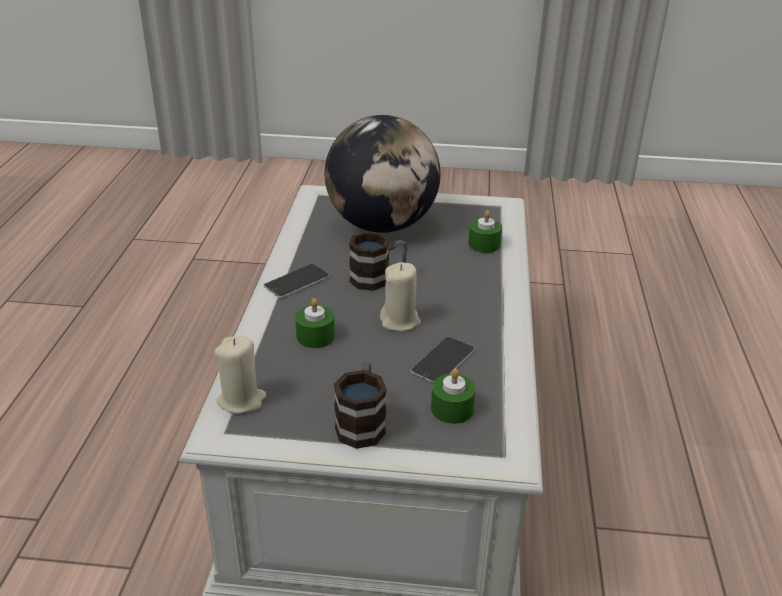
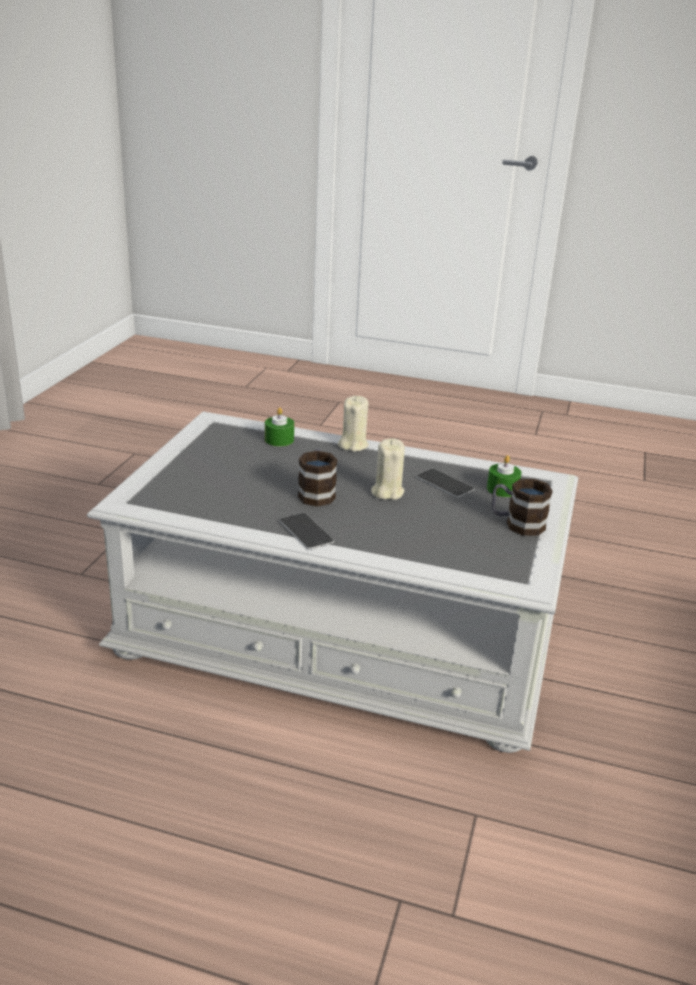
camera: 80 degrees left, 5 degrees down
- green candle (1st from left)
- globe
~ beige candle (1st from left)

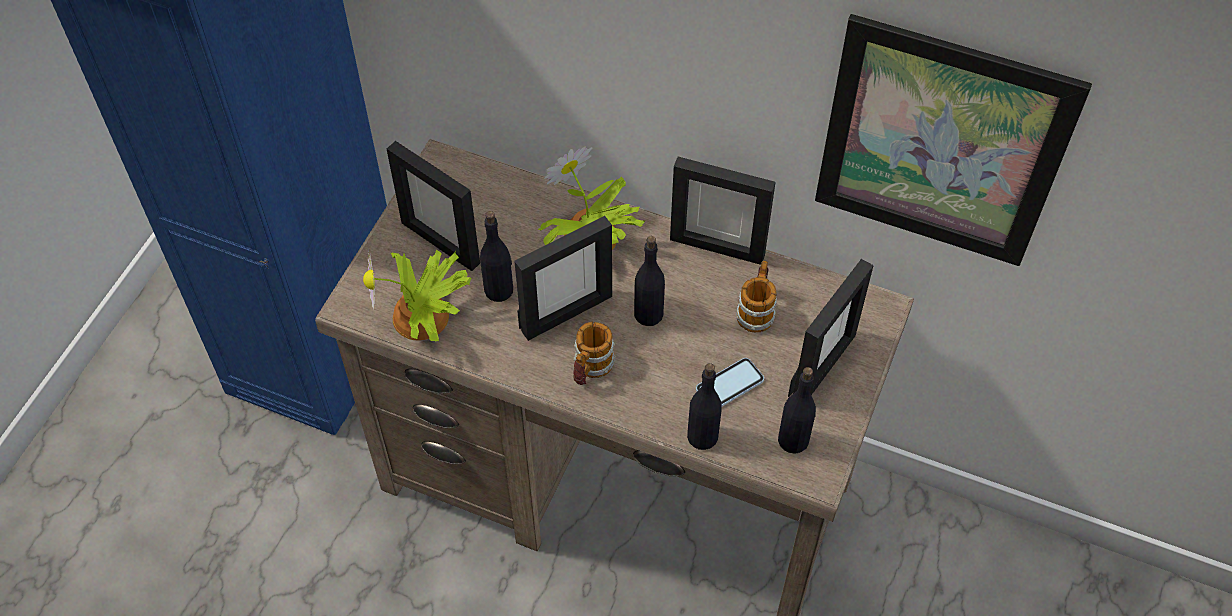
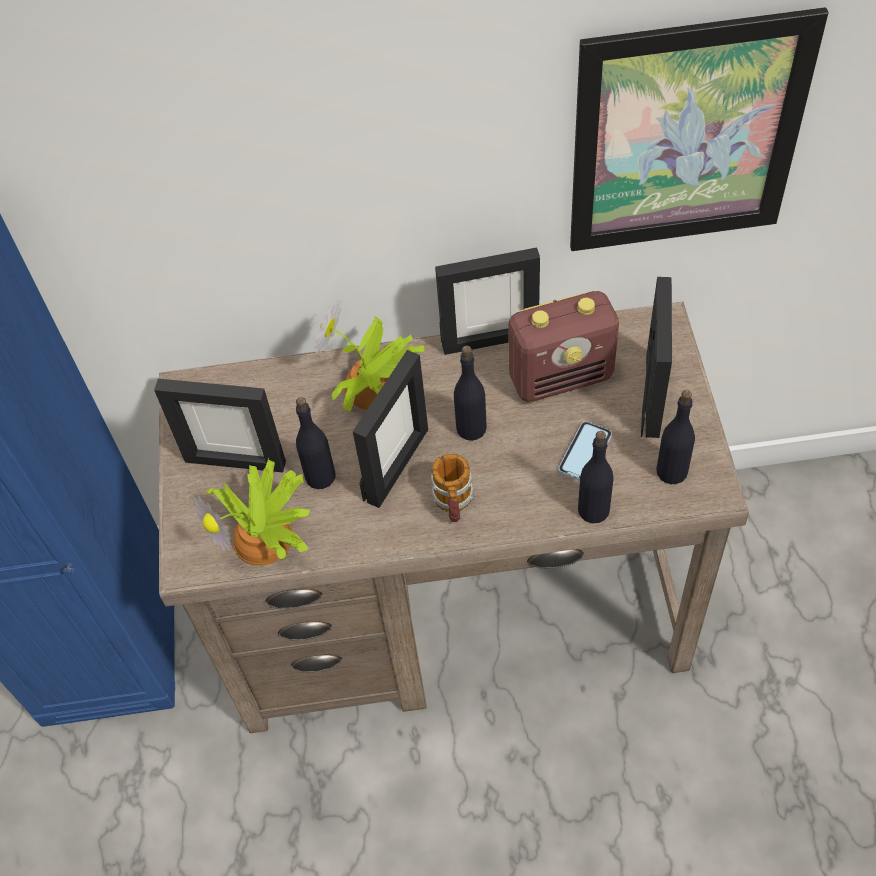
camera: 25 degrees left, 0 degrees up
~ mug (2nd from left) to radio set

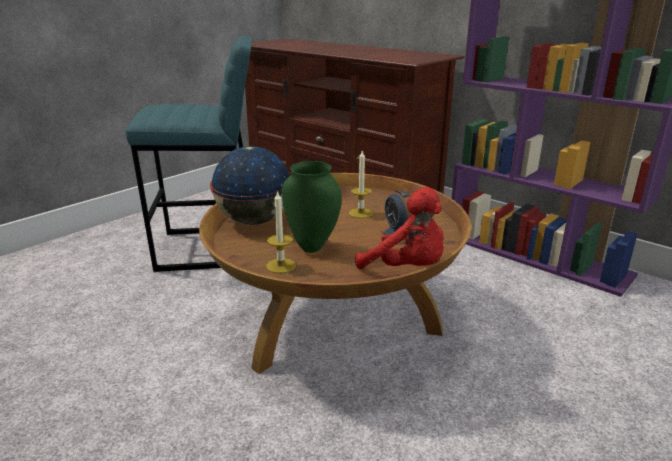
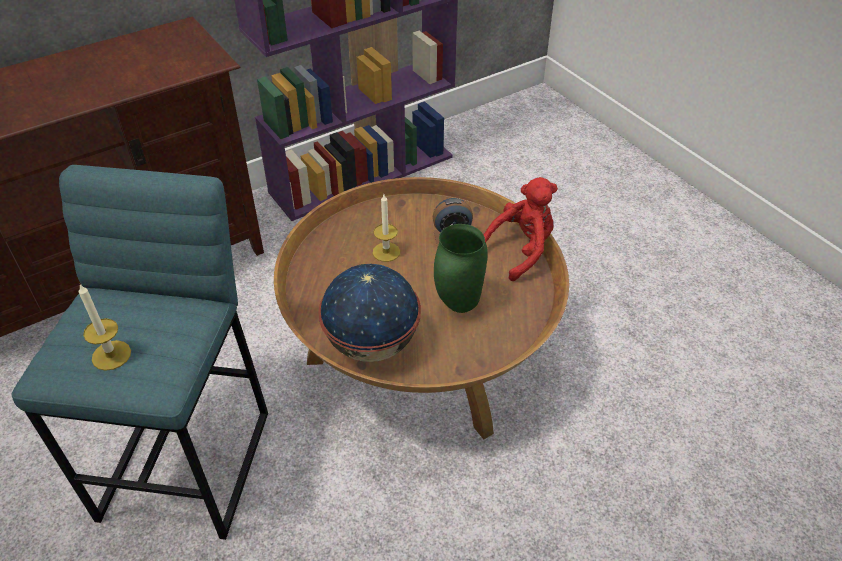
camera: 75 degrees left, 20 degrees up
~ candle (1st from left)

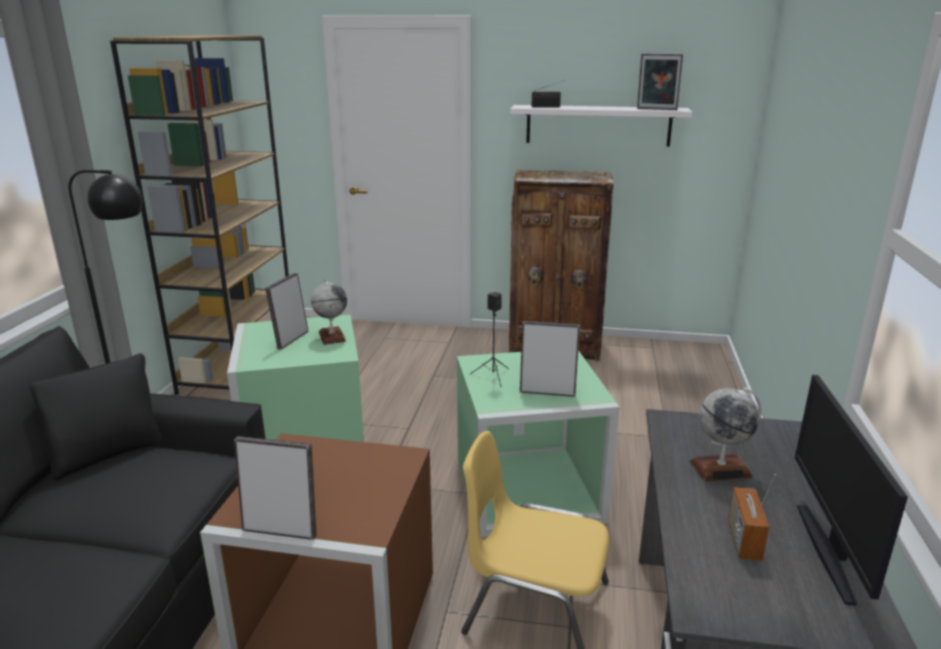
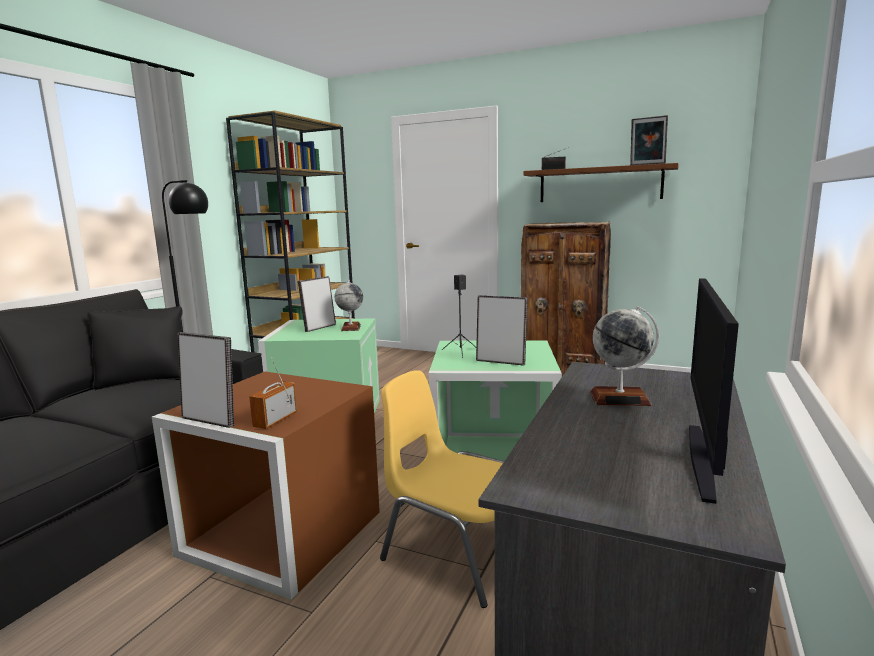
camera: 15 degrees right, 10 degrees down
~ radio set (2nd from left in the first image) to radio set (1st from left)
~ white-coloured wall shelf to brown-coloured wall shelf

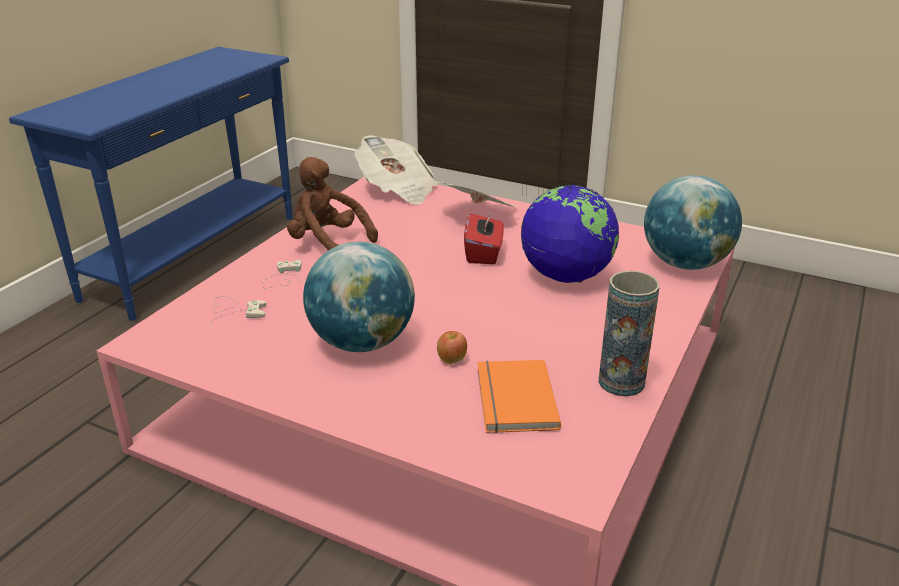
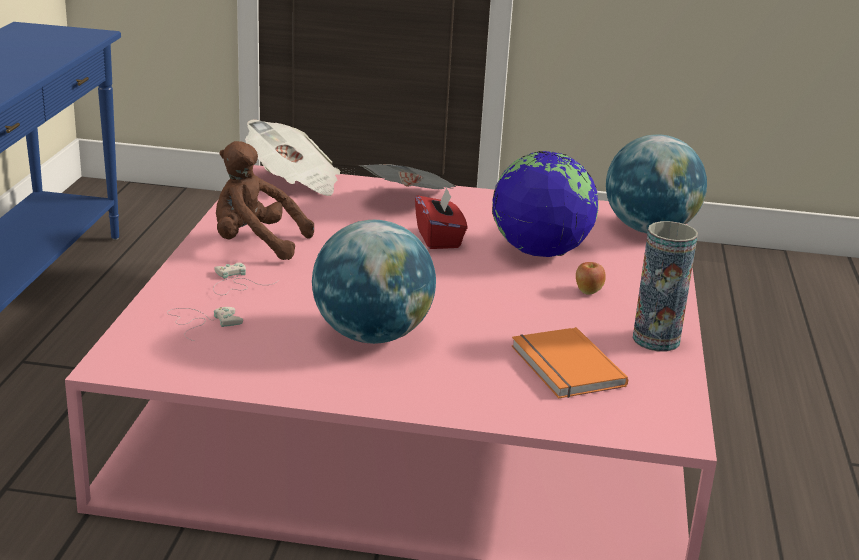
camera: 20 degrees left, 5 degrees down
~ apple fruit

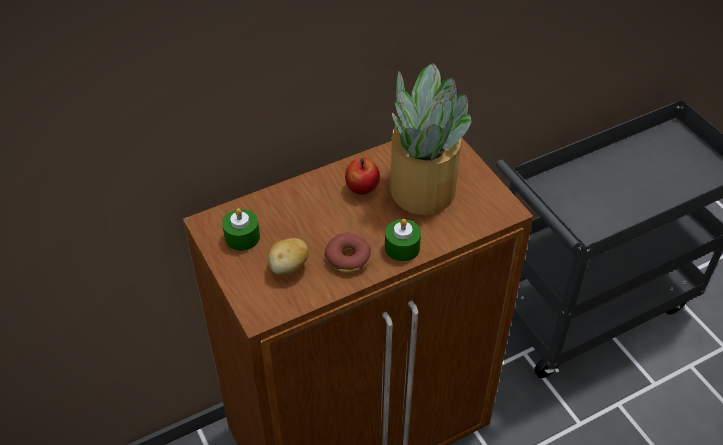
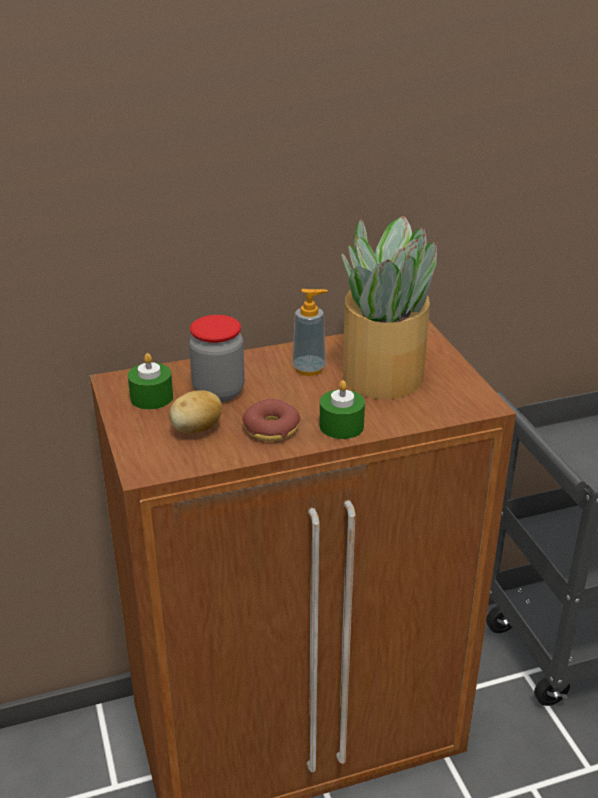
camera: 10 degrees right, 15 degrees down
+ storage jar
~ apple fruit to soap dispenser

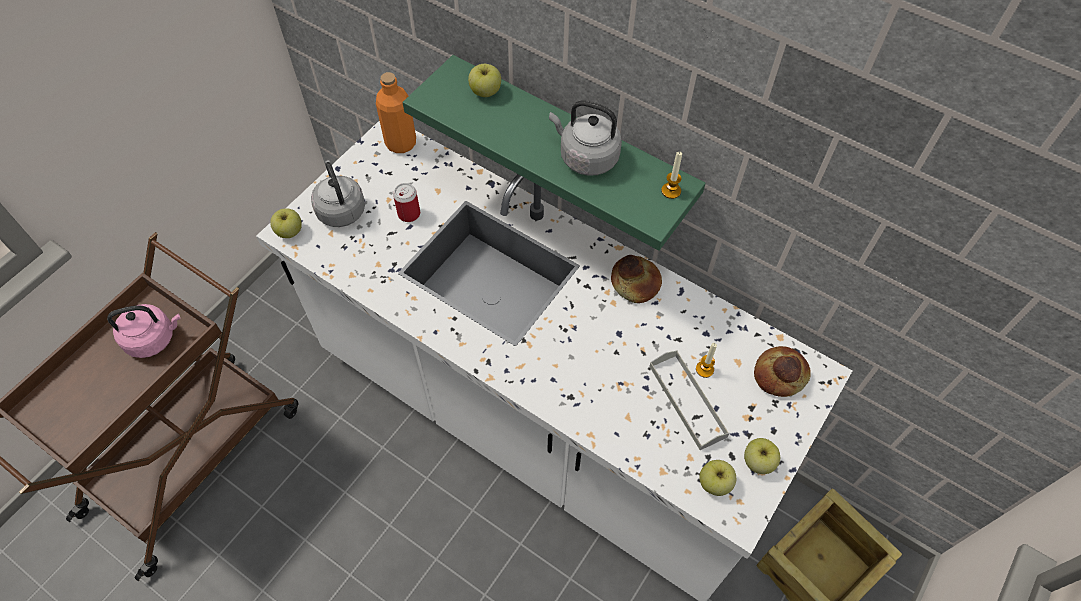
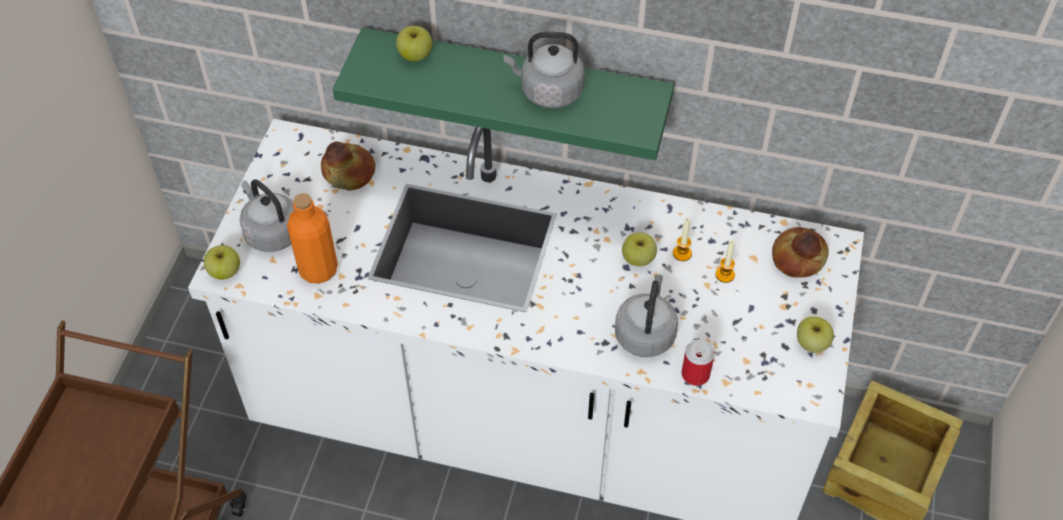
camera: 20 degrees left, 5 degrees down
- pinkish water kettle
- gray serving tray
+ gray water kettle (3rd from left)
~ orange-coloured drink bottle
~ metal can
~ bakery bread (1st from left)
~ candle (1st from left)
~ apple fruit (3rd from left)

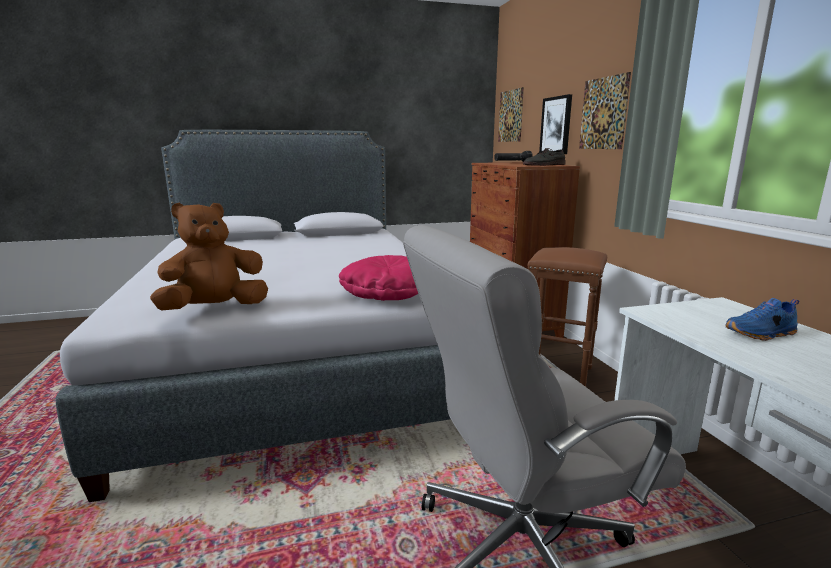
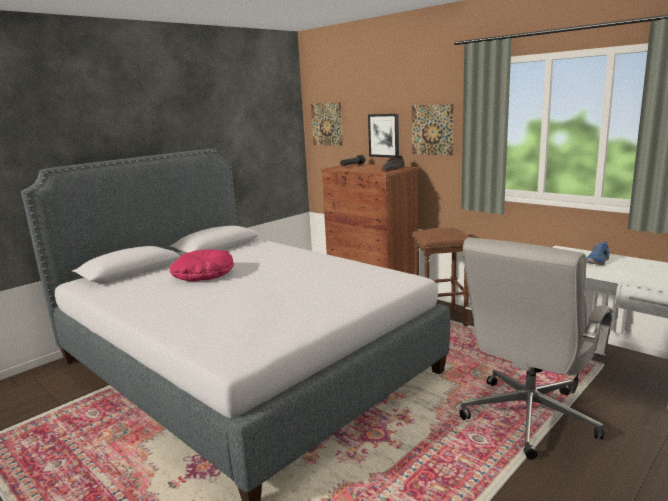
camera: 30 degrees left, 0 degrees up
- brown-coloured cuddly toy
~ pinkish cushion

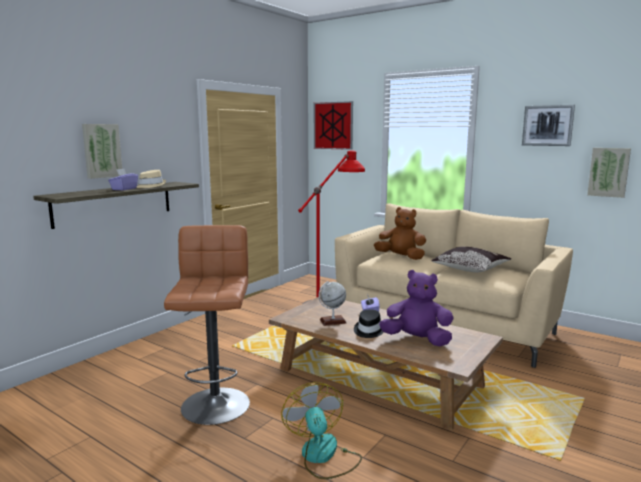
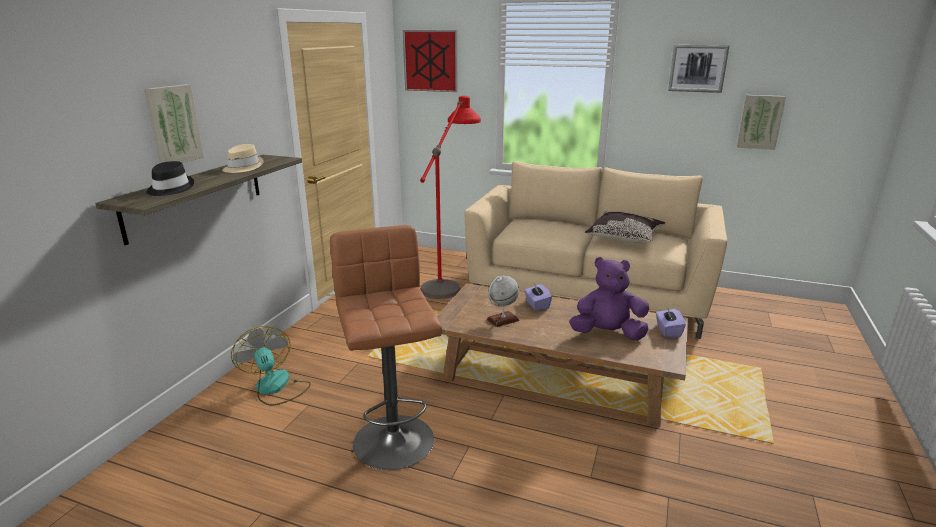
camera: 15 degrees left, 10 degrees up
- brown-coloured cuddly toy
~ purplish box of tissues (1st from left in the first image) to purplish box of tissues (2nd from left)
~ cooling fan
~ black-coloured wearable hat

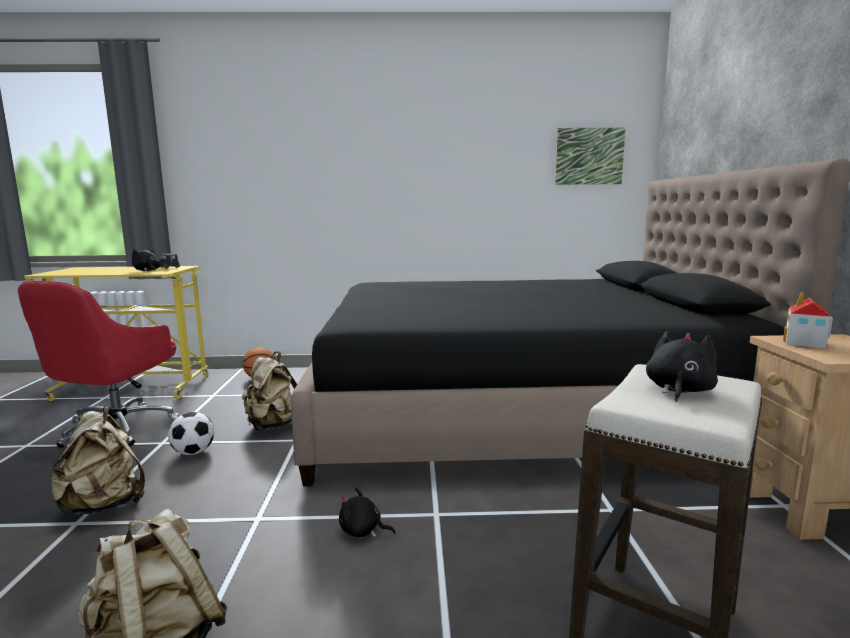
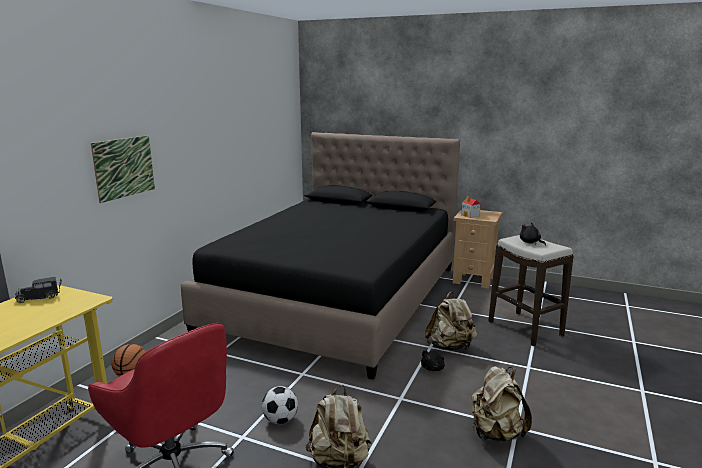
camera: 65 degrees left, 5 degrees up
- black-coloured cuddly toy (1st from left)
~ beige knapsack (3rd from left in the first image) to beige knapsack (2nd from left)
~ wall picture

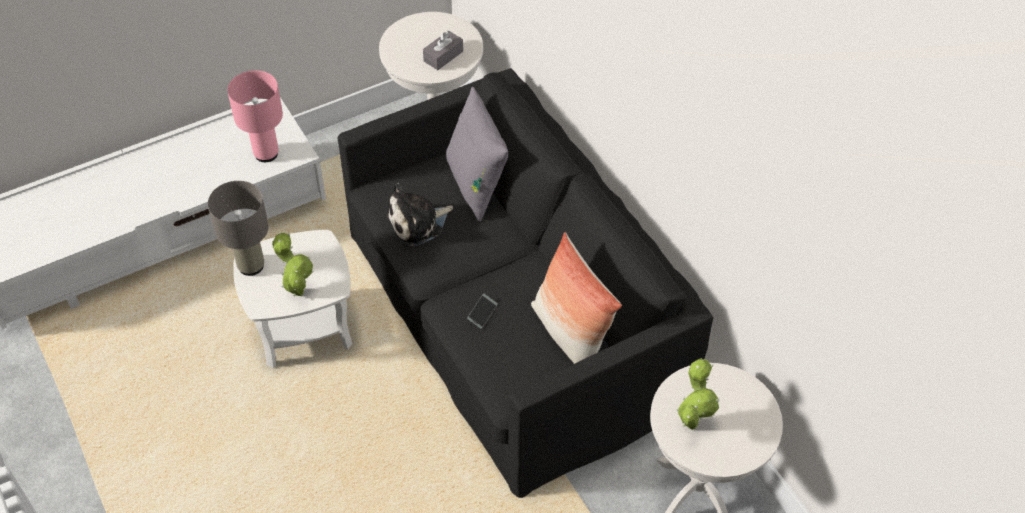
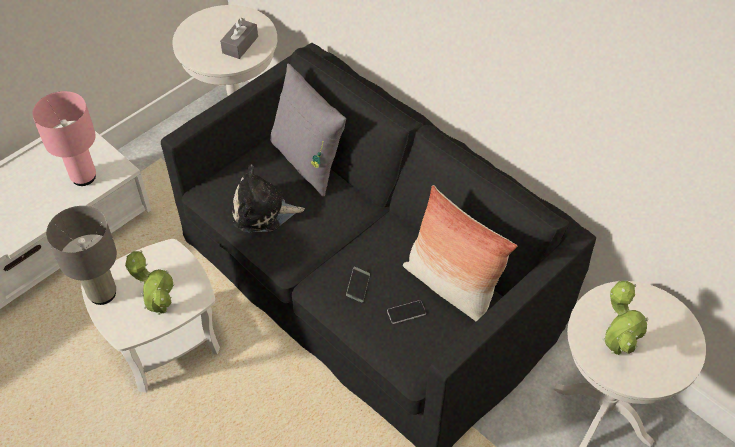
camera: 15 degrees left, 0 degrees up
+ phone (2nd from left)
~ cuddly toy 45 degrees clockwise

